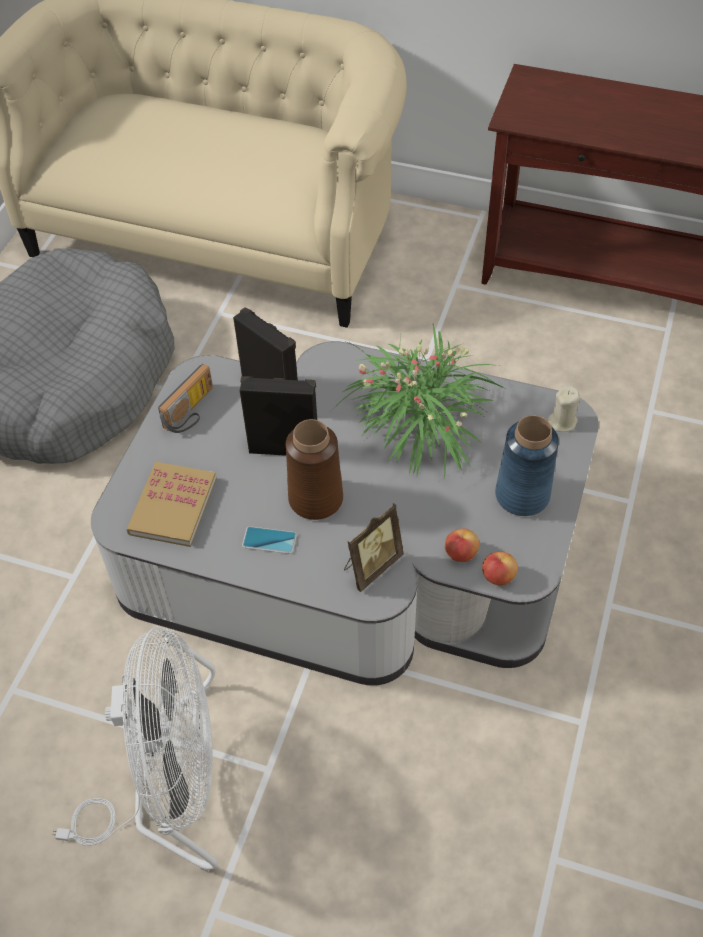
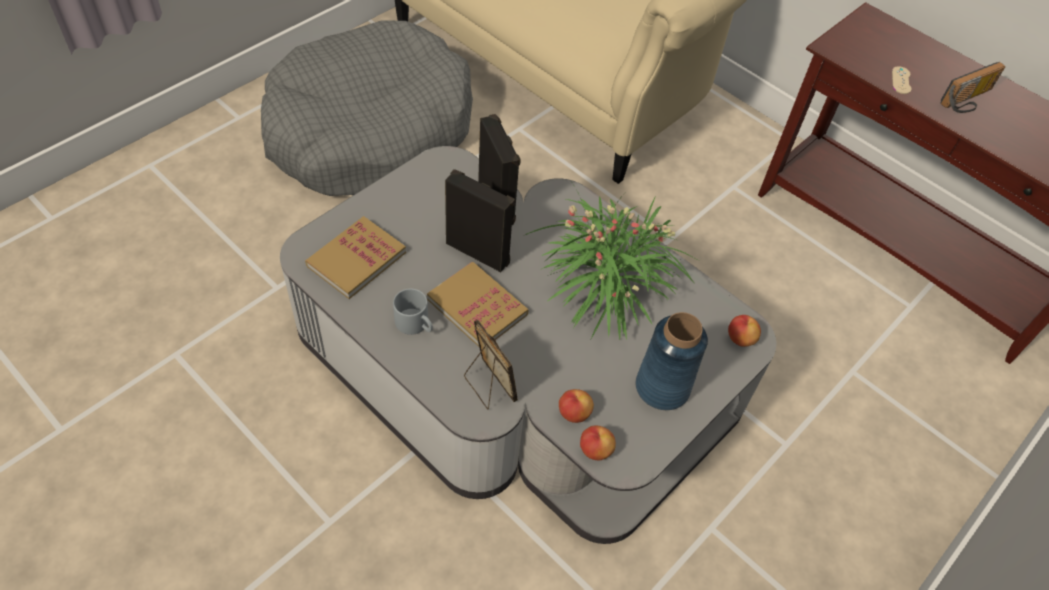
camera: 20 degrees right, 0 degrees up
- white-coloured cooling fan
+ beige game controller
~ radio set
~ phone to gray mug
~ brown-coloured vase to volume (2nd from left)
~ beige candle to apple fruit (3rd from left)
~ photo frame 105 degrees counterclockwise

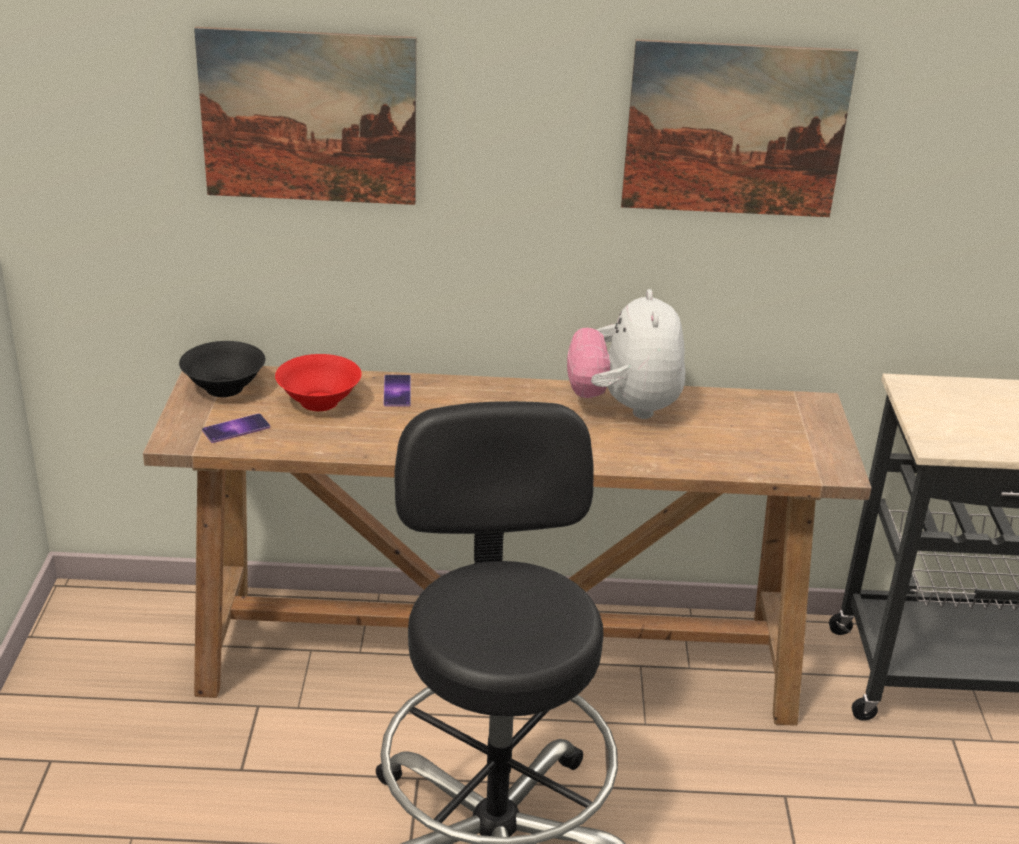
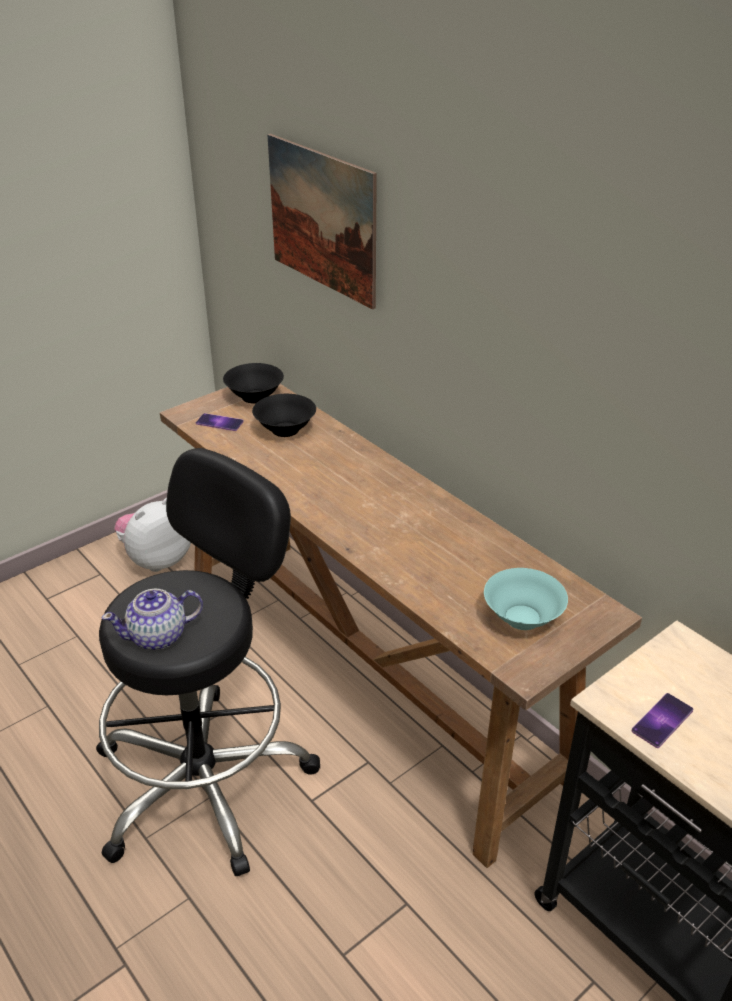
camera: 50 degrees right, 5 degrees up
- wall picture (2nd from left)
+ teapot
+ turquoise-coloured serving bowl
~ phone (2nd from left)
~ cuddly toy
~ red-coloured serving bowl to black-coloured serving bowl (2nd from left)

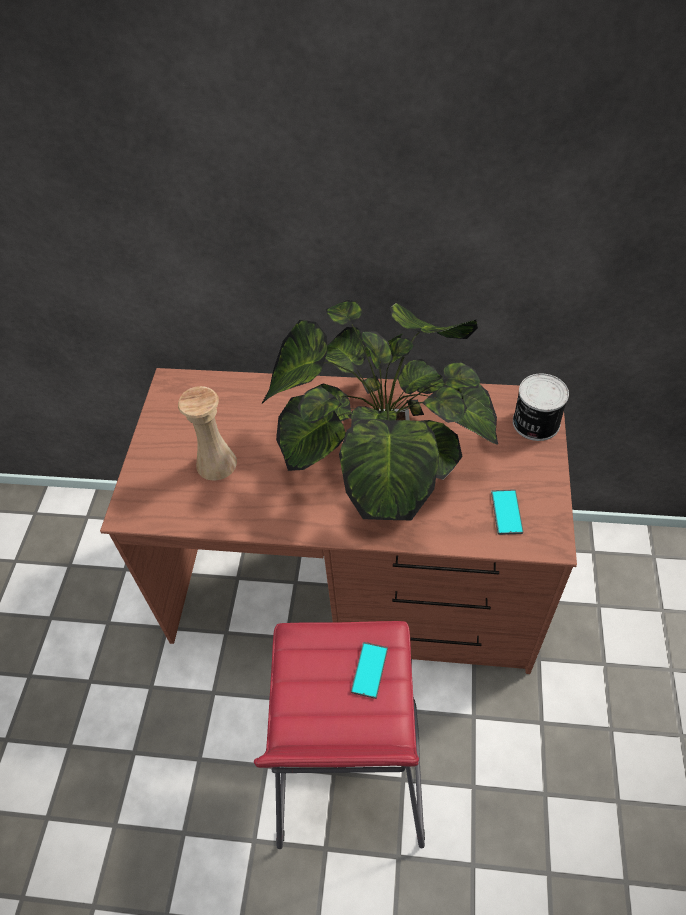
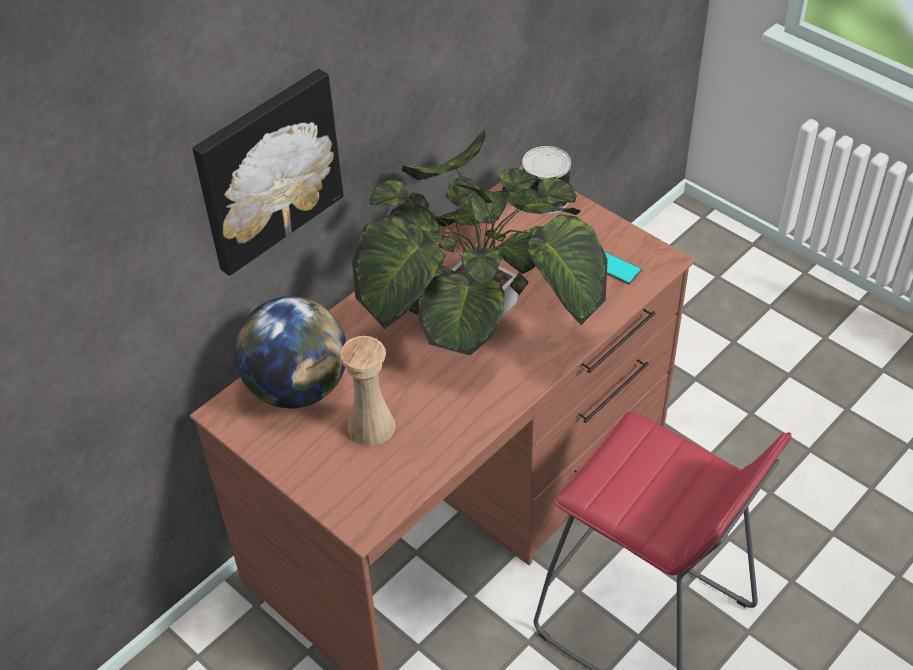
camera: 55 degrees left, 5 degrees down
- phone (1st from left)
+ wall picture
+ globe

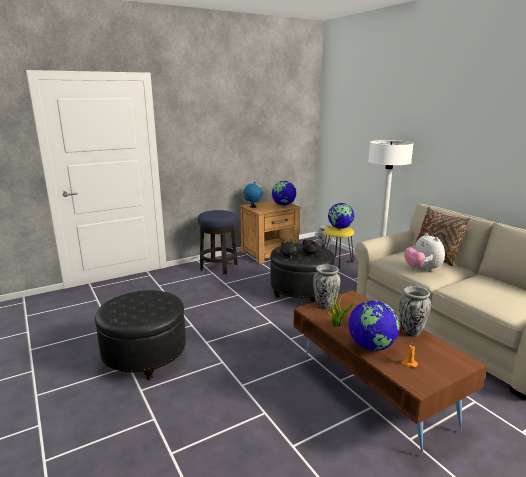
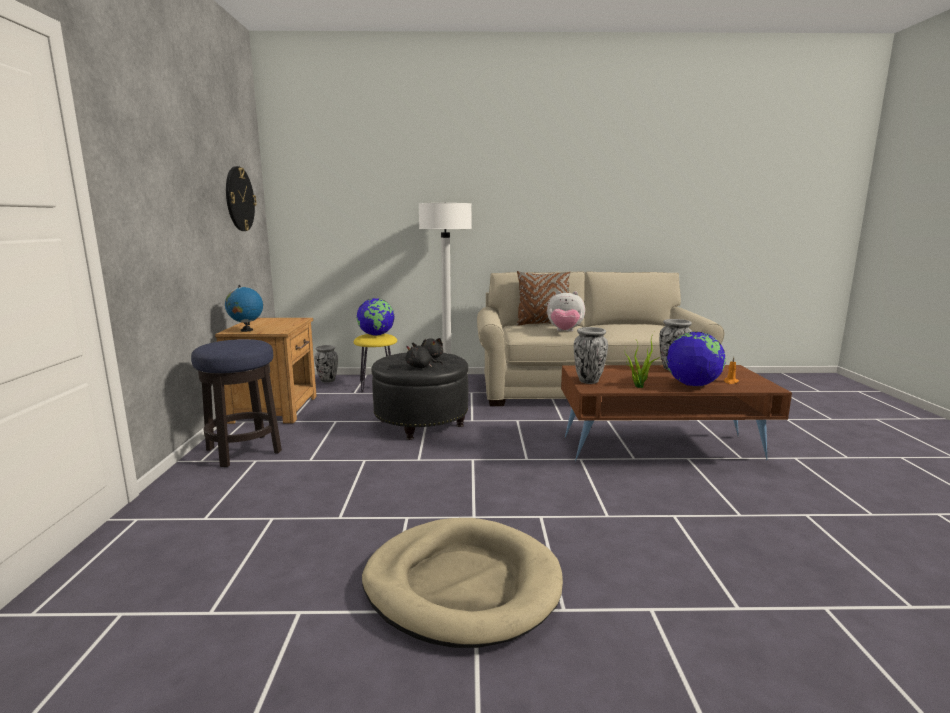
camera: 60 degrees left, 5 degrees down
- globe (2nd from left)
+ wall clock
~ black-coloured footrest (1st from left) to beige dog cushion

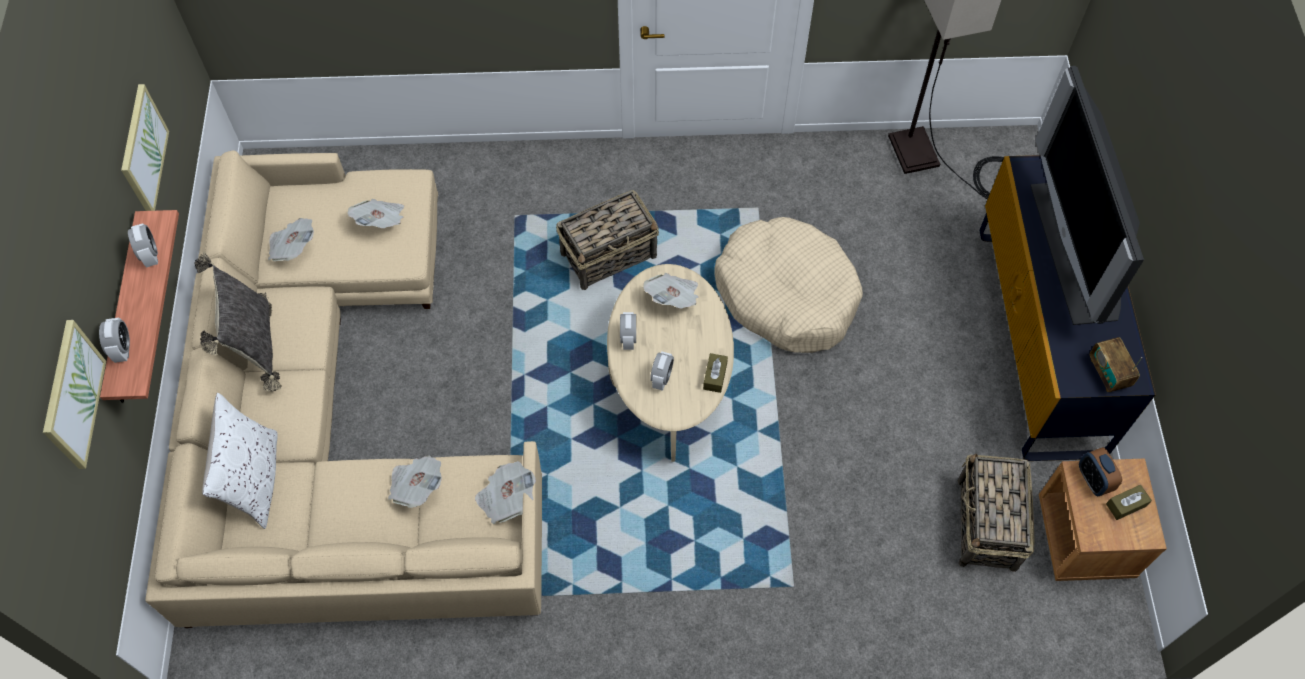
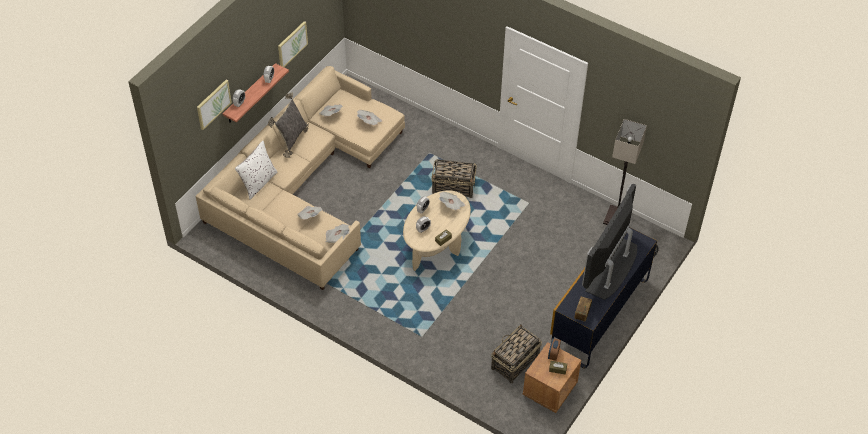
camera: 35 degrees right, 10 degrees down
- beige dog cushion

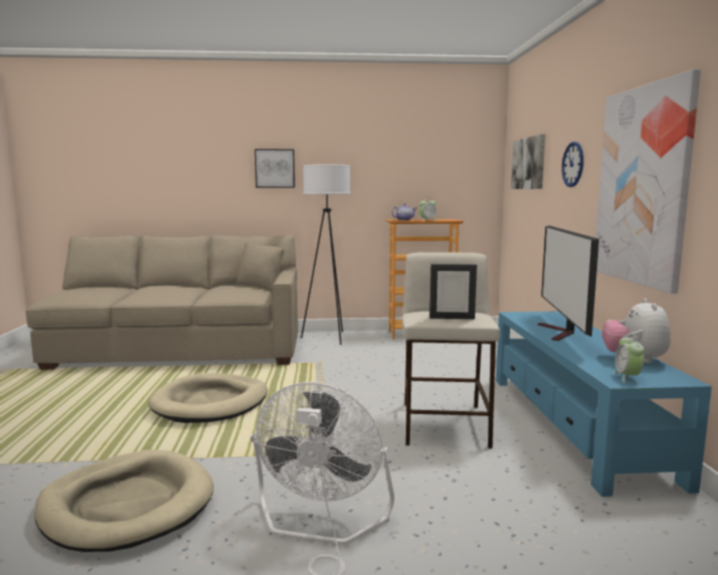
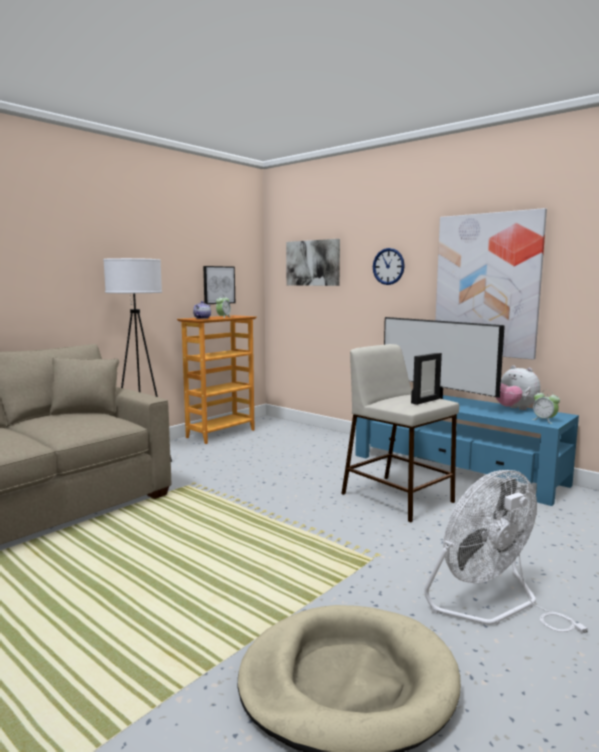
camera: 45 degrees left, 0 degrees up
- beige dog cushion (2nd from left)
~ wall picture (1st from left)

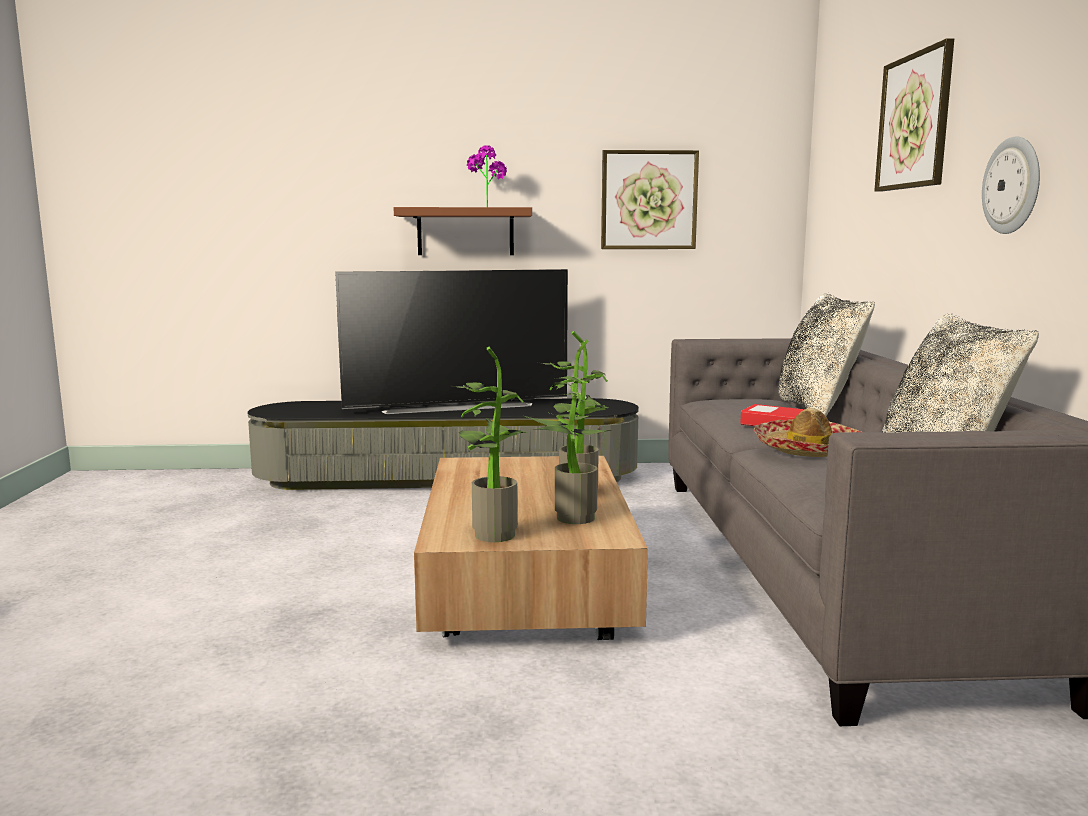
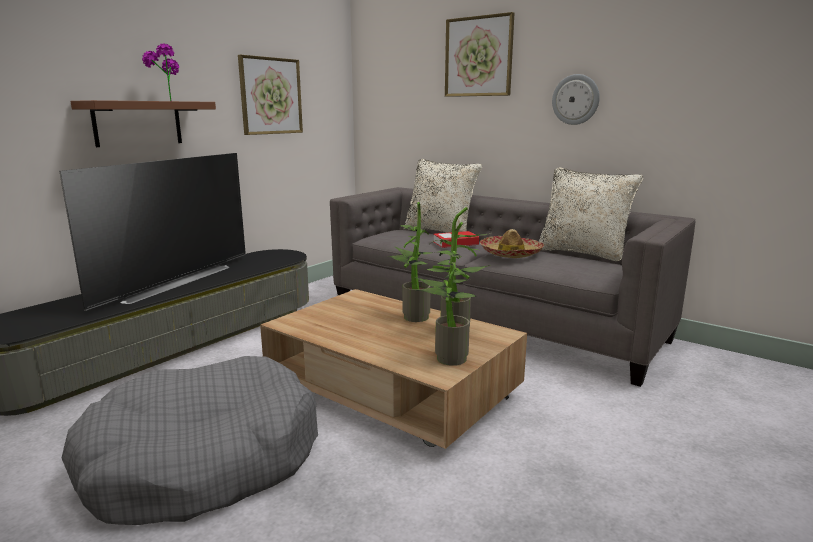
camera: 50 degrees left, 5 degrees up
+ gray dog cushion

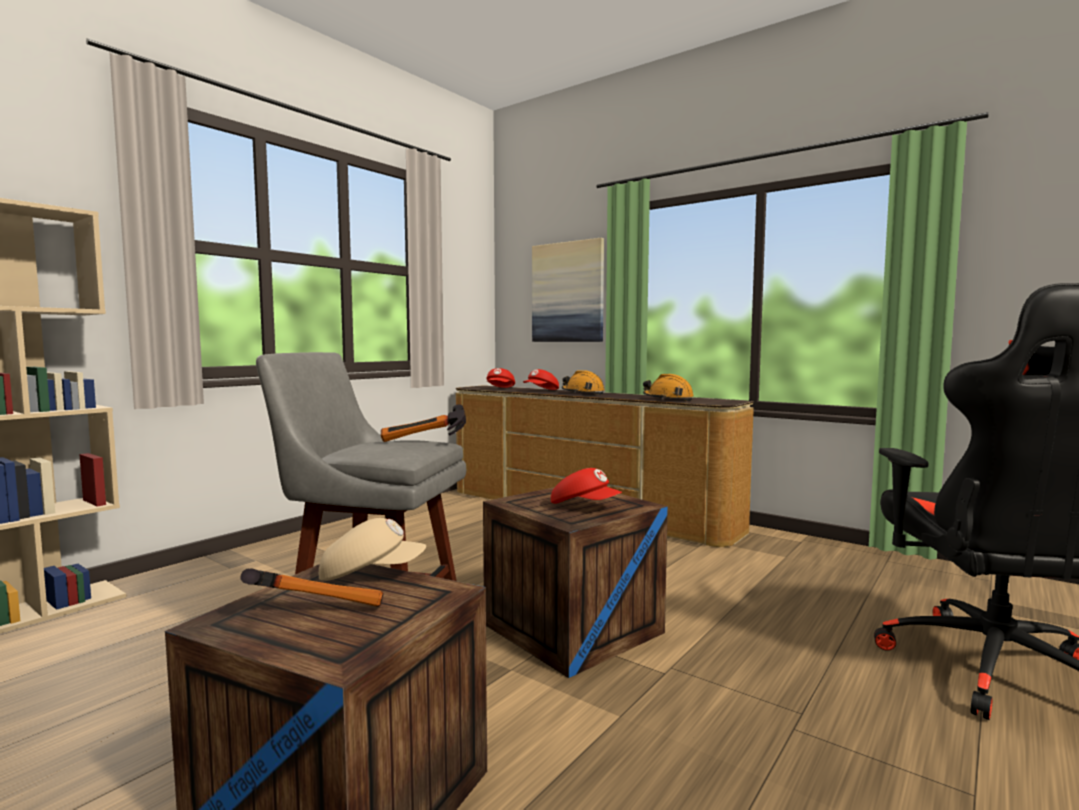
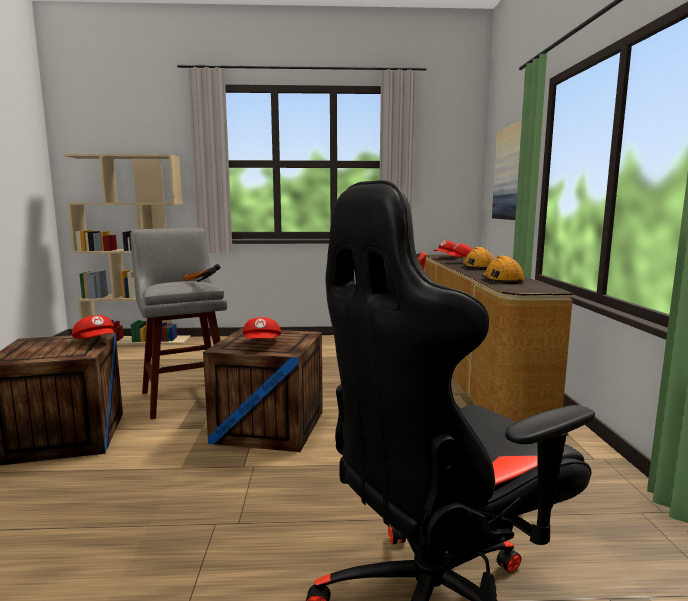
camera: 50 degrees right, 5 degrees up
- hammer (1st from left)
~ beige cap to red-coloured cap (1st from left)

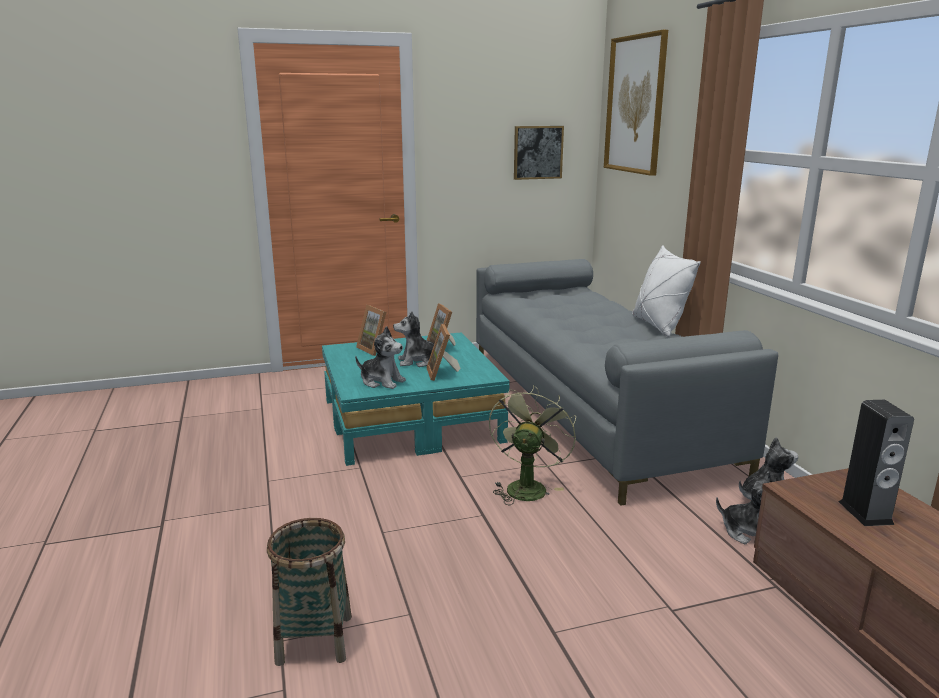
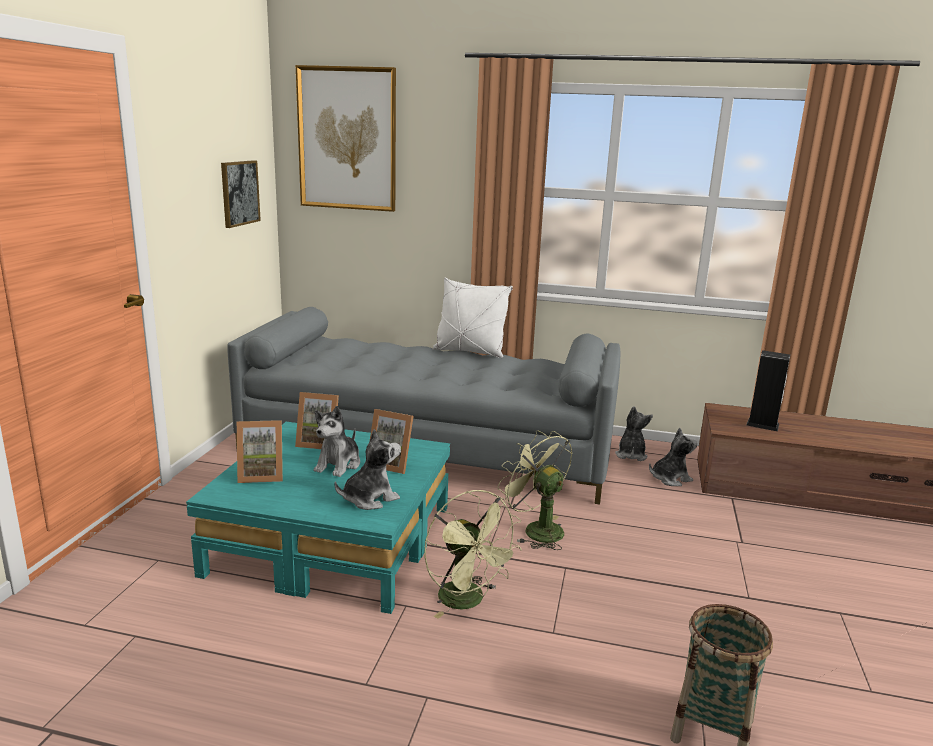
camera: 60 degrees left, 0 degrees up
+ green cooling fan (1st from left)

